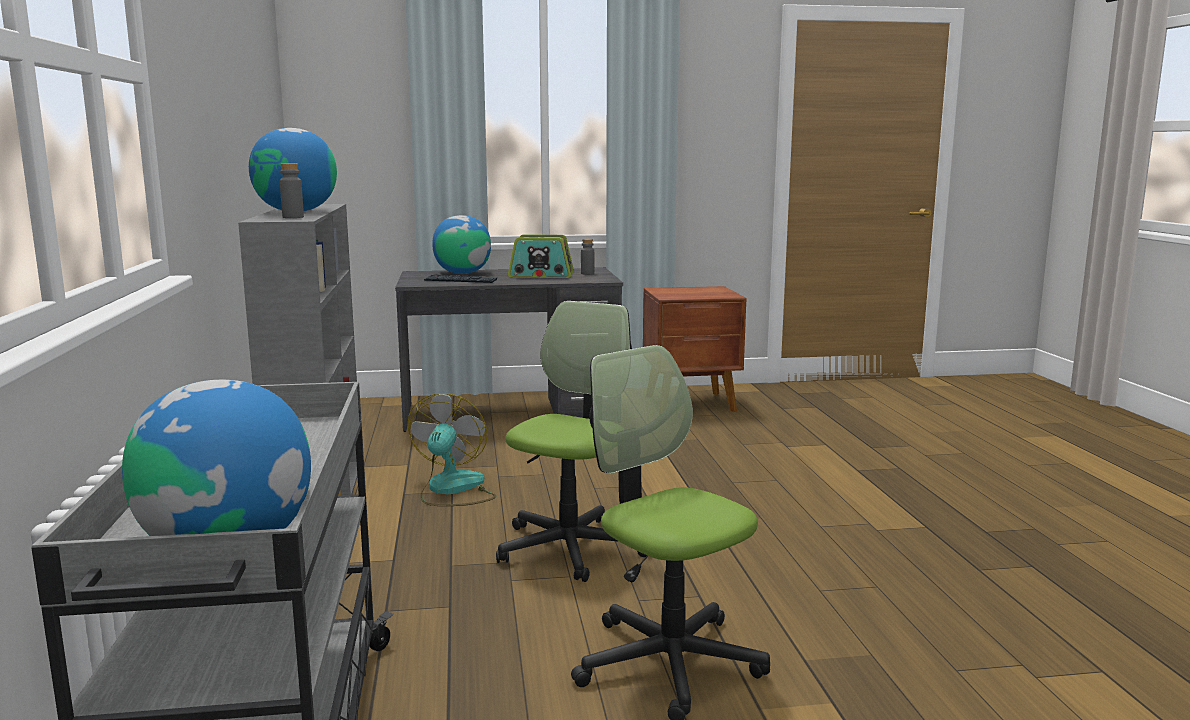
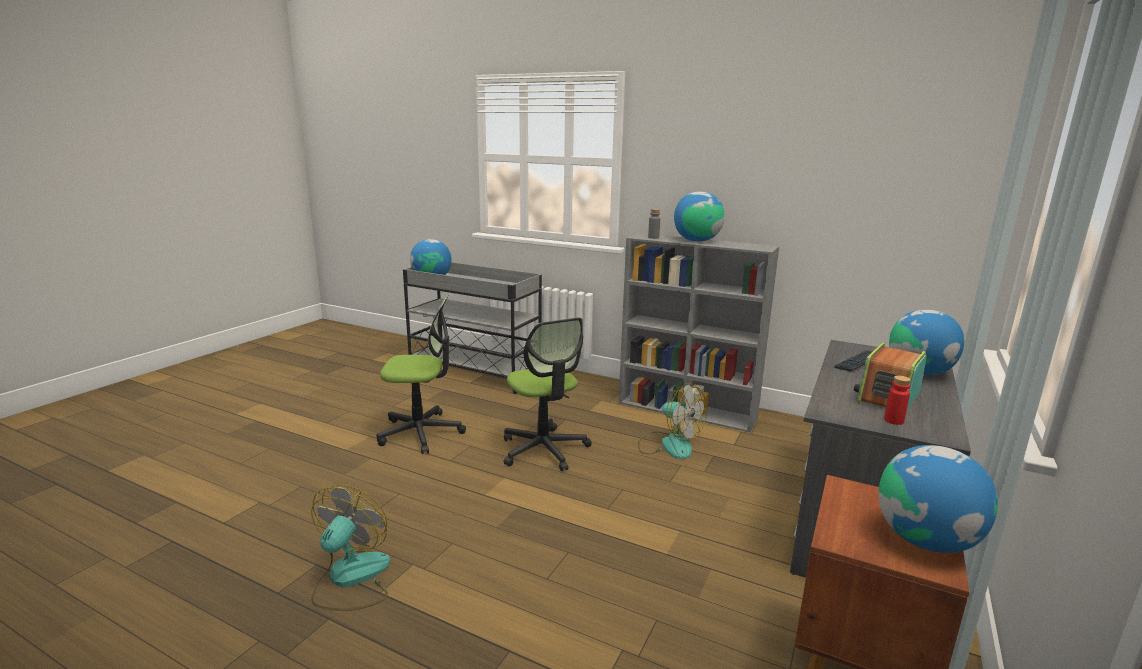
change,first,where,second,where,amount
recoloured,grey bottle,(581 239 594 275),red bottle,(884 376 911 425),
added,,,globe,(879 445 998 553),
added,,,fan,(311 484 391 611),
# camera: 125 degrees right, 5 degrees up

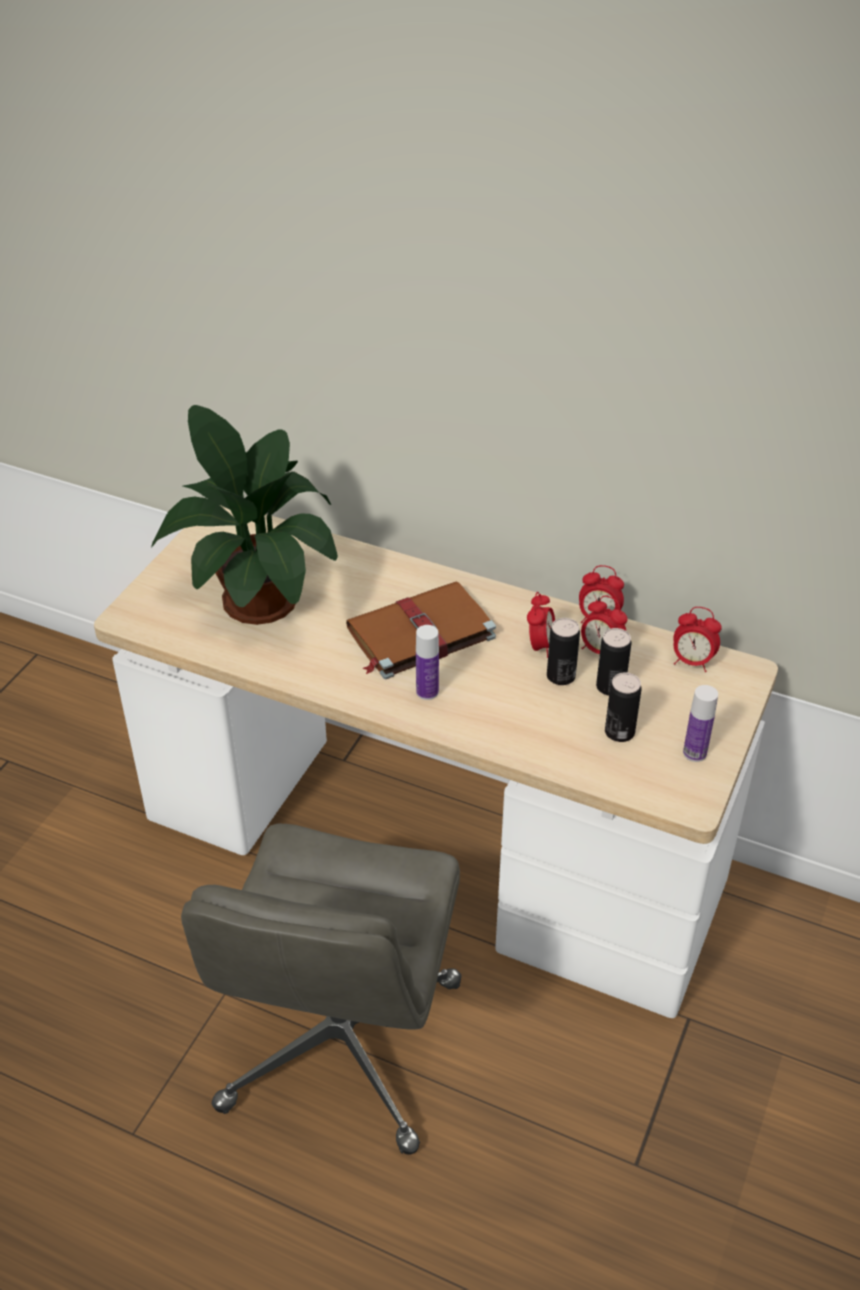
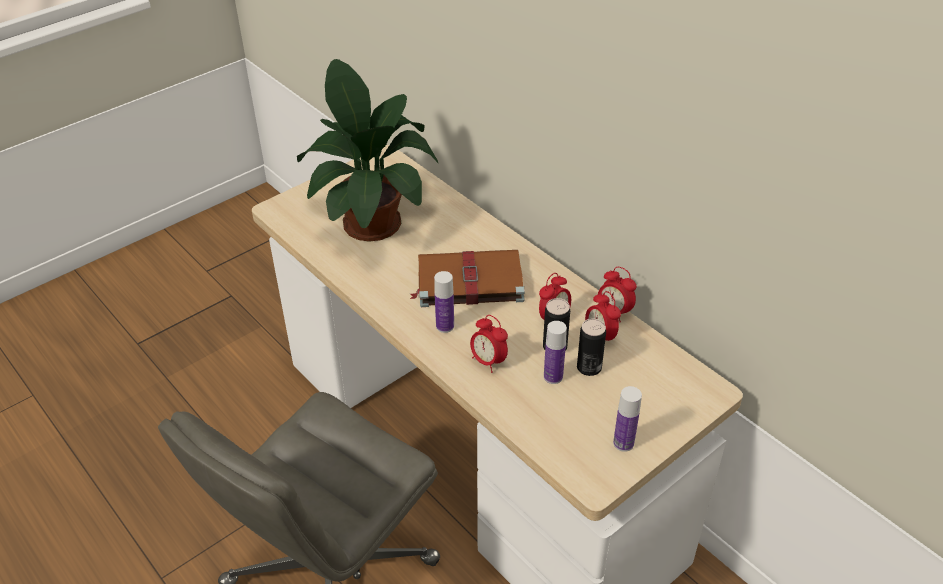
change,first,where,second,where,amount
moved,alarm clock,(673 607 722 672),,(470 315 508 373),
removed,can,(605 673 642 742),,,
added,,,bottle,(544 321 567 384),
# camera: 25 degrees right, 0 degrees up

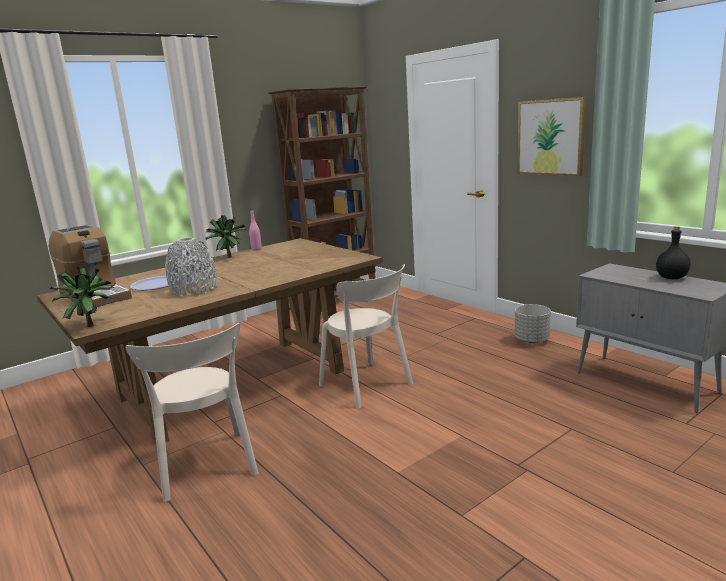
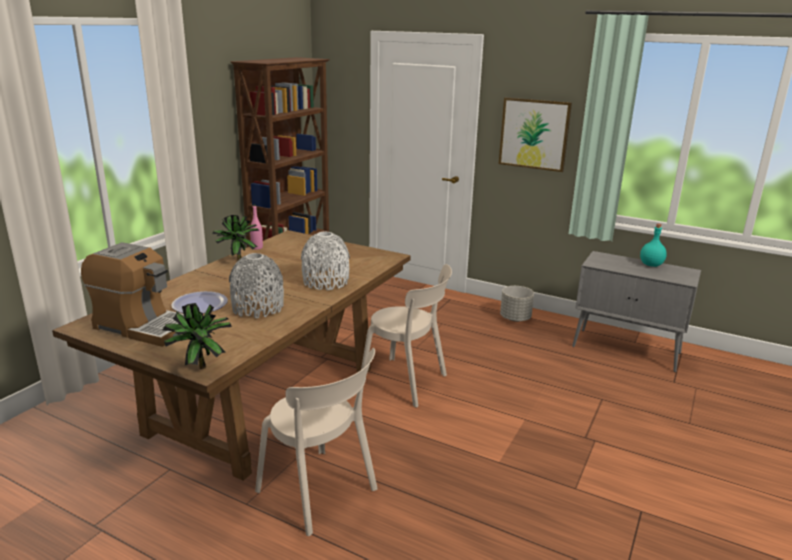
change,first,where,second,where,amount
recoloured,black bottle,(656 226 691 279),turquoise bottle,(640 224 667 267),
added,,,white vase,(301 231 350 290),
# camera: 25 degrees left, 5 degrees up

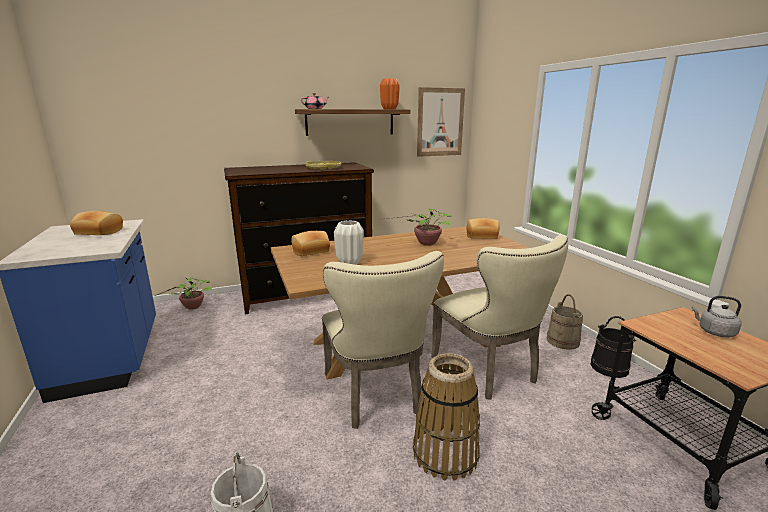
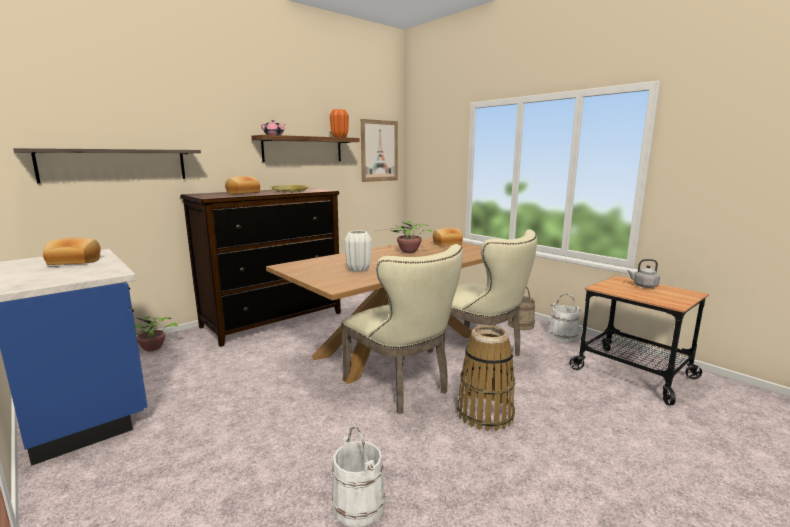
change,first,where,second,where,amount
moved,bread,(291 231 330 256),,(225 176 260 194),
recoloured,black bucket,(590 316 637 378),white bucket,(548 294 581 343),
added,,,shelf,(13 148 201 184),
# camera: 20 degrees left, 5 degrees down

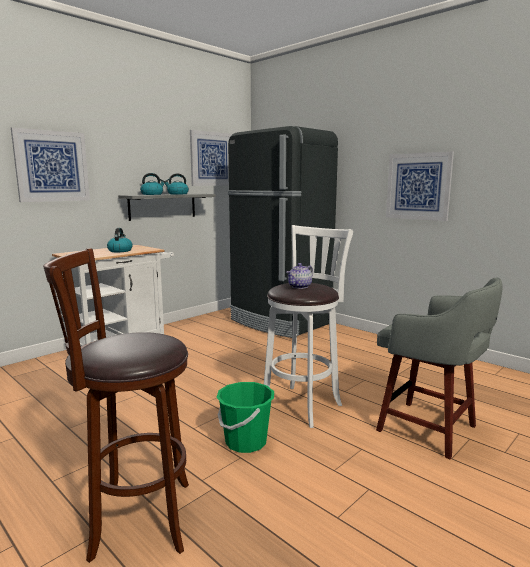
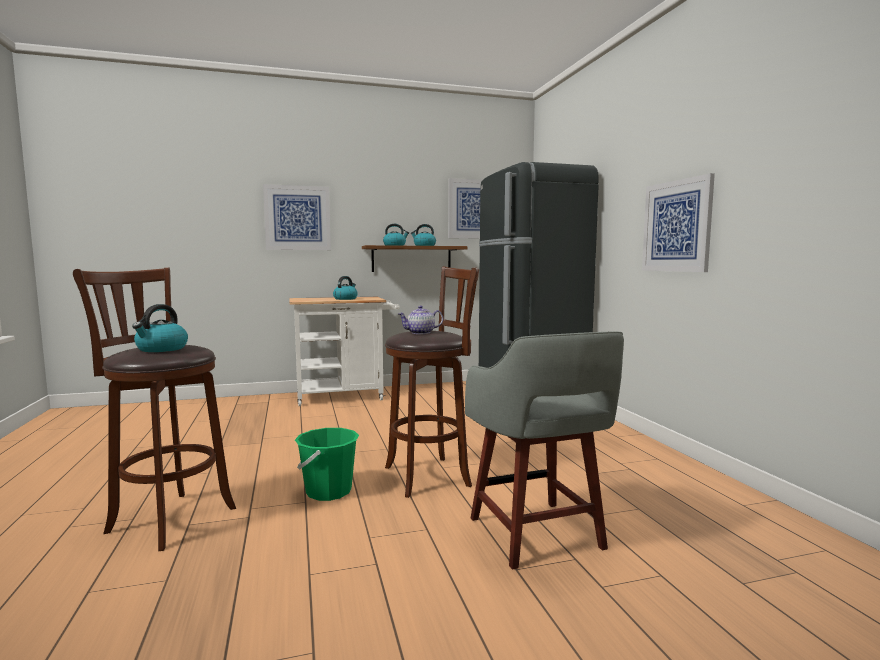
change,first,where,second,where,amount
recoloured,grey shelf,(118 194 216 221),brown shelf,(362 245 468 272),
recoloured,white stool,(264 225 353 428),brown stool,(385 267 479 498),
added,,,kettle,(132 304 188 352),
# camera: 30 degrees right, 5 degrees down

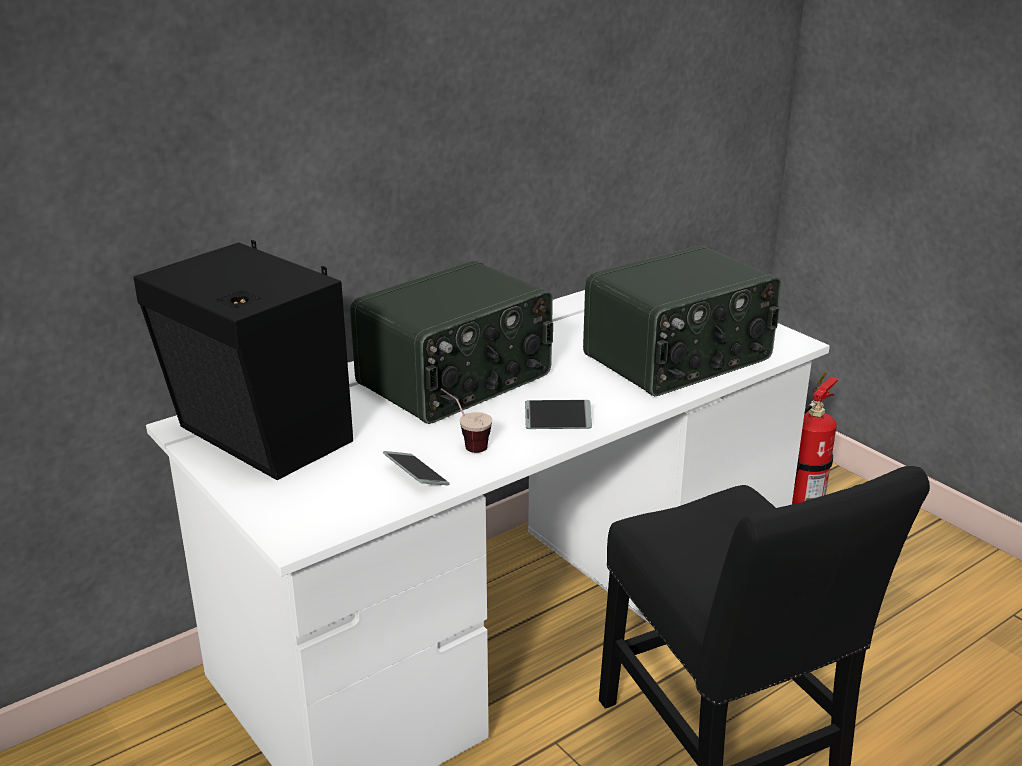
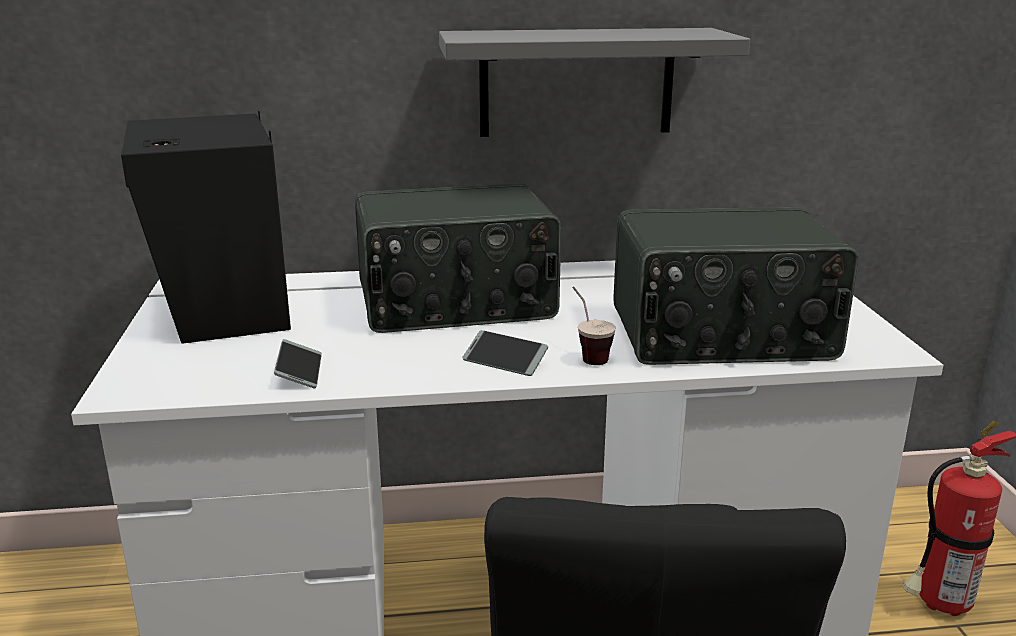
change,first,where,second,where,amount
moved,cup,(441 388 492 453),,(572 286 616 365),
added,,,grey shelf,(439 28 750 137),
# camera: 30 degrees right, 5 degrees down

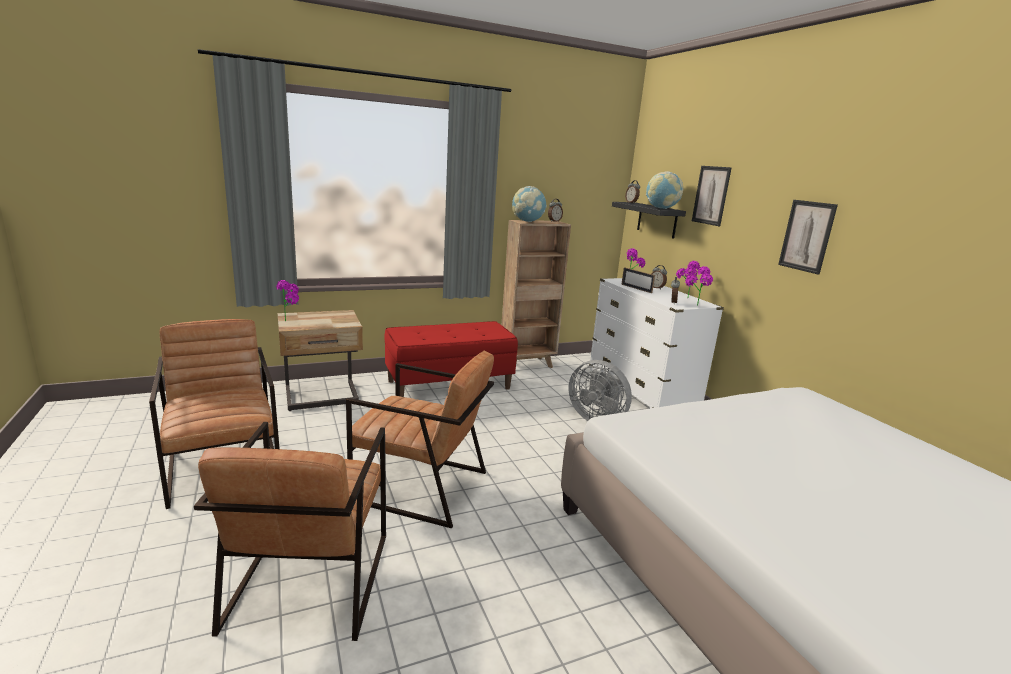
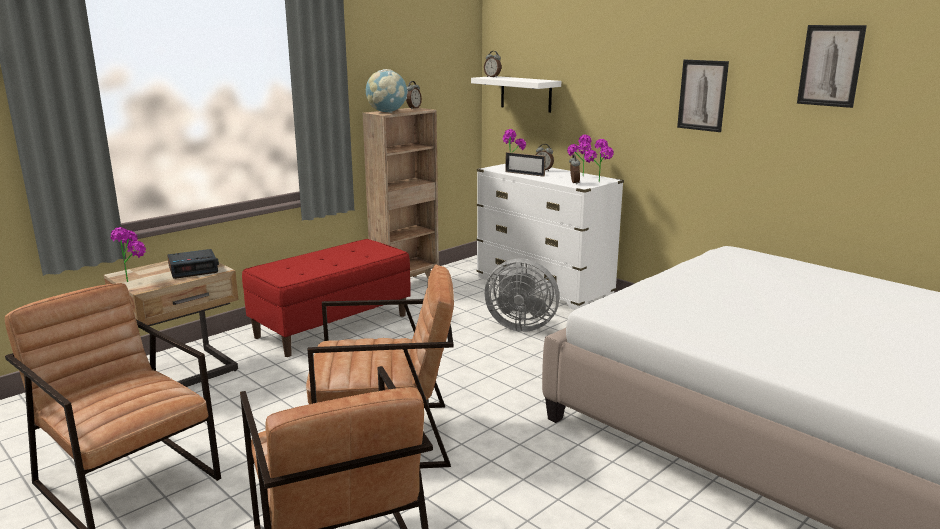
change,first,where,second,where,amount
moved,picture,(692 166 732 226),,(797 25 867 108),
removed,globe,(646 171 684 209),,,
recoloured,black shelf,(612 202 686 239),white shelf,(471 76 561 113),
added,,,alarm clock,(167 249 219 279),
# camera: 20 degrees left, 0 degrees up

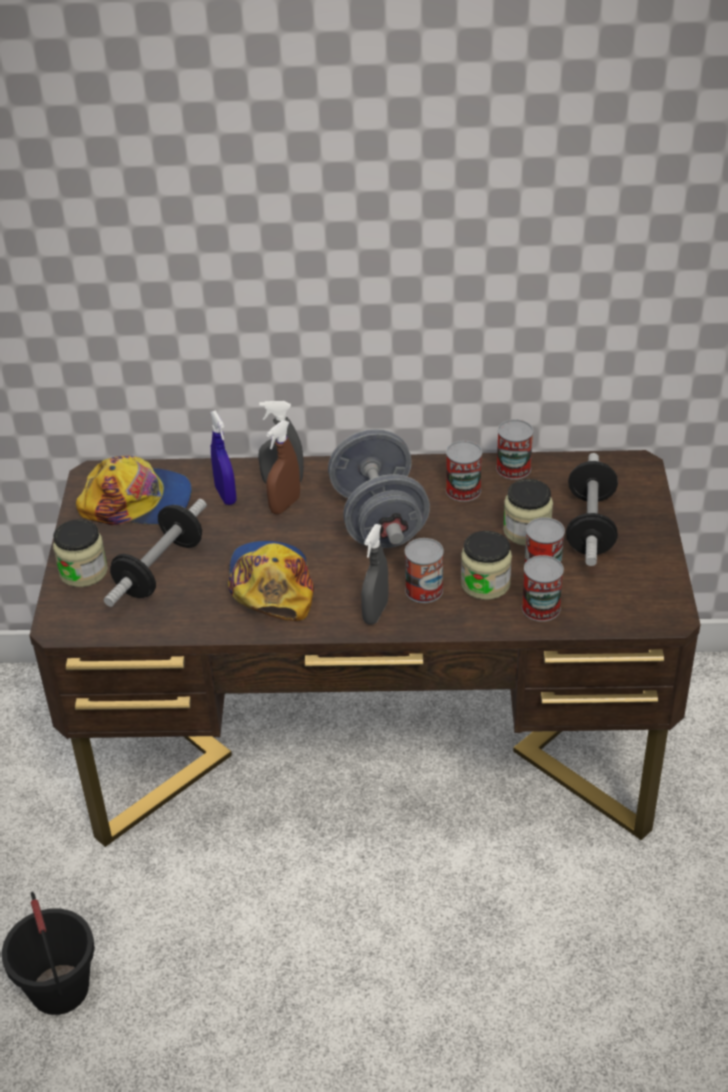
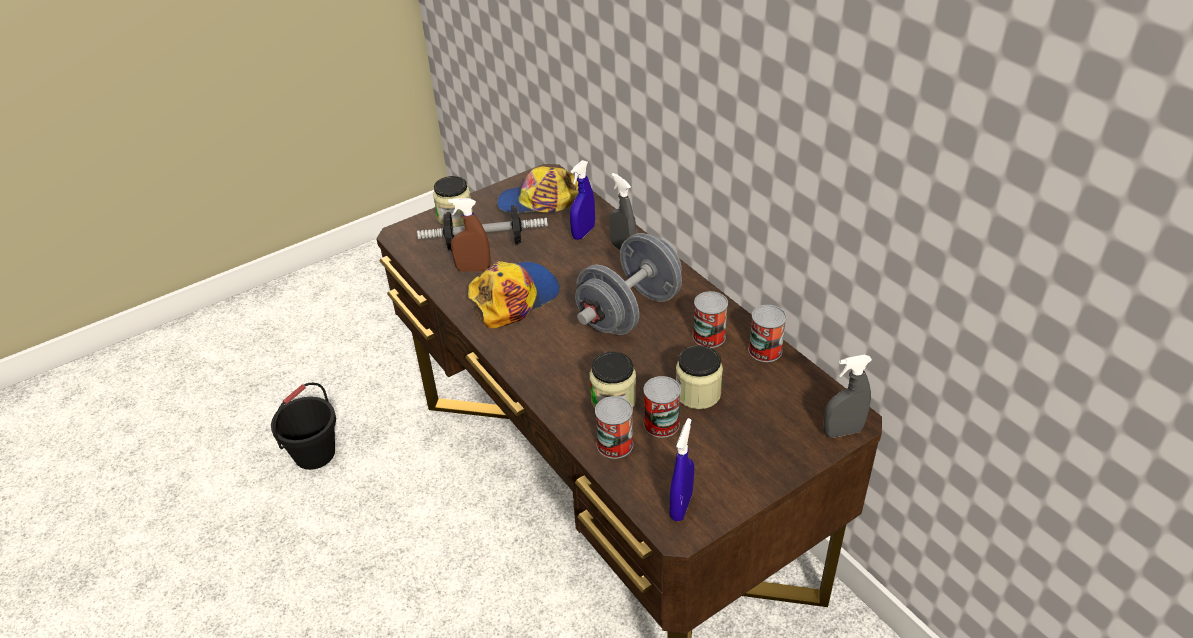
change,first,where,second,where,amount
moved,brown spray bottle,(266 420 300 514),,(448 198 491 272),
removed,dumbbell,(566 453 618 566),,,
turned,cap,(76 456 192 525),,(497 166 579 212),120 degrees clockwise
moved,grey spray bottle,(361 524 389 625),,(823 355 872 438),
removed,can,(405 538 444 603),,,
added,,,blue spray bottle,(670 418 694 521),
# camera: 55 degrees right, 0 degrees up

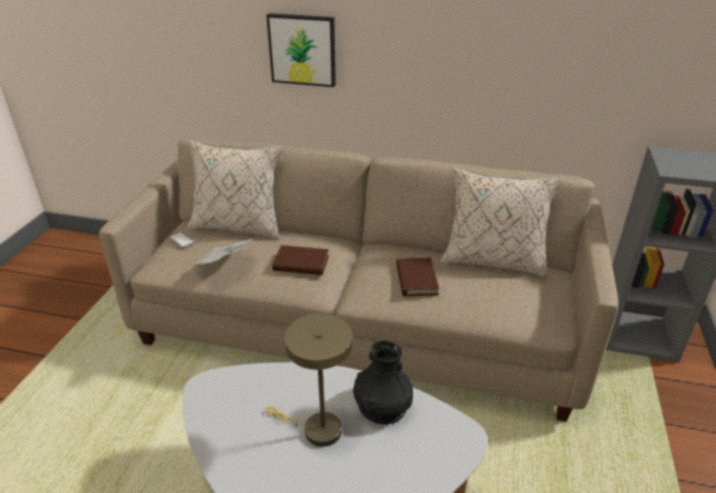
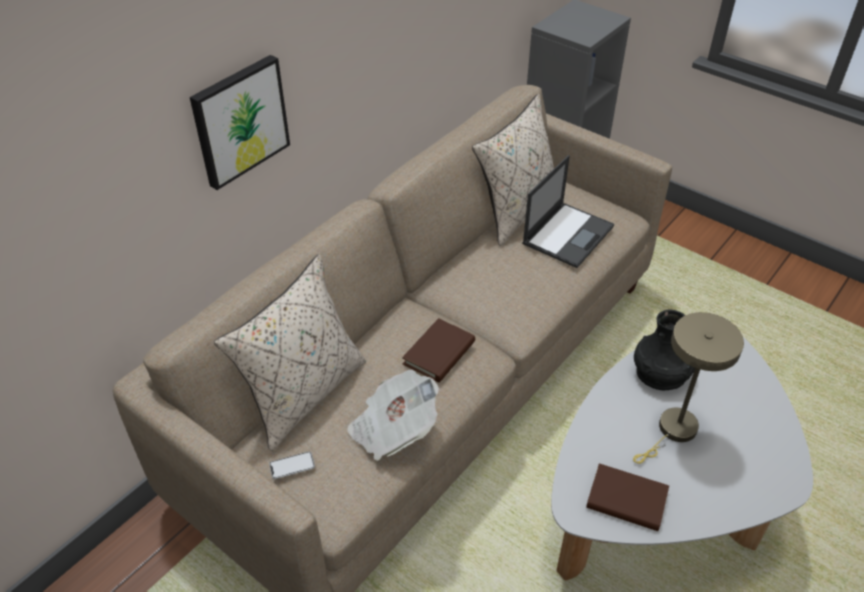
change,first,where,second,where,amount
moved,brown book,(396 258 439 296),,(586 464 669 531),
added,,,laptop,(522 155 614 268),
# camera: 65 degrees left, 10 degrees up

